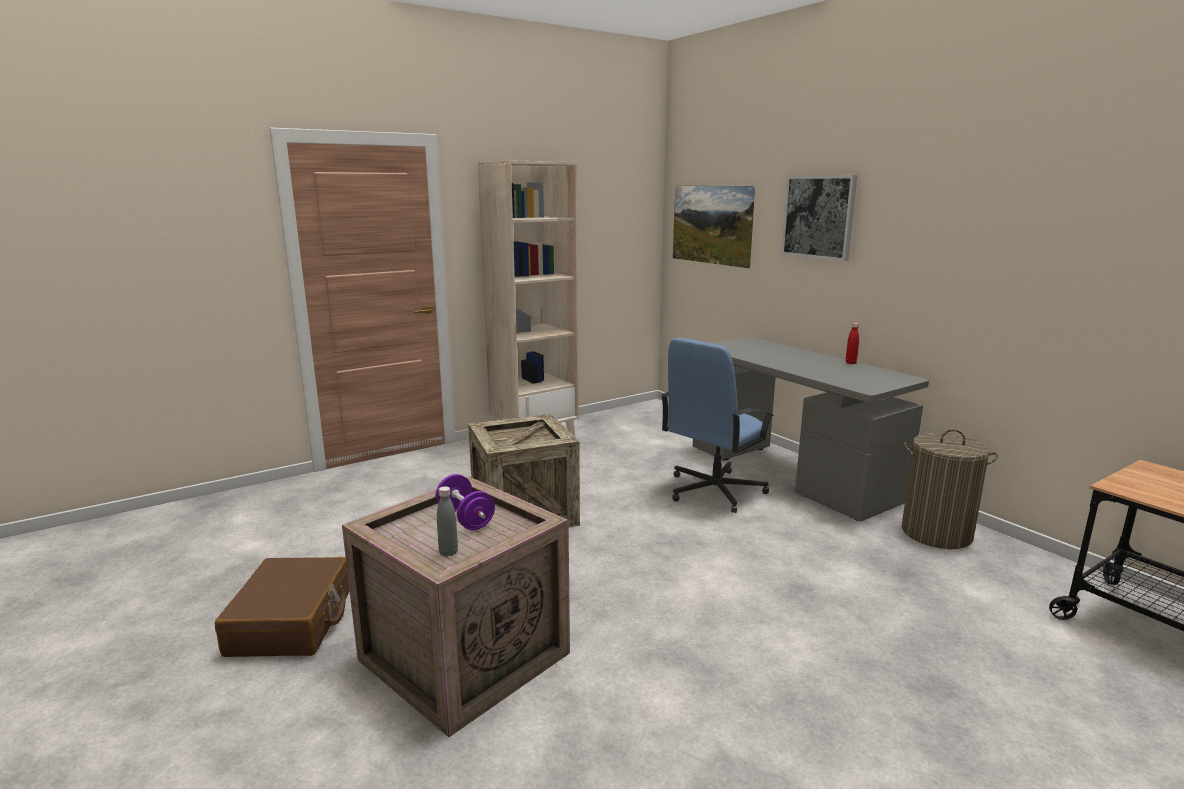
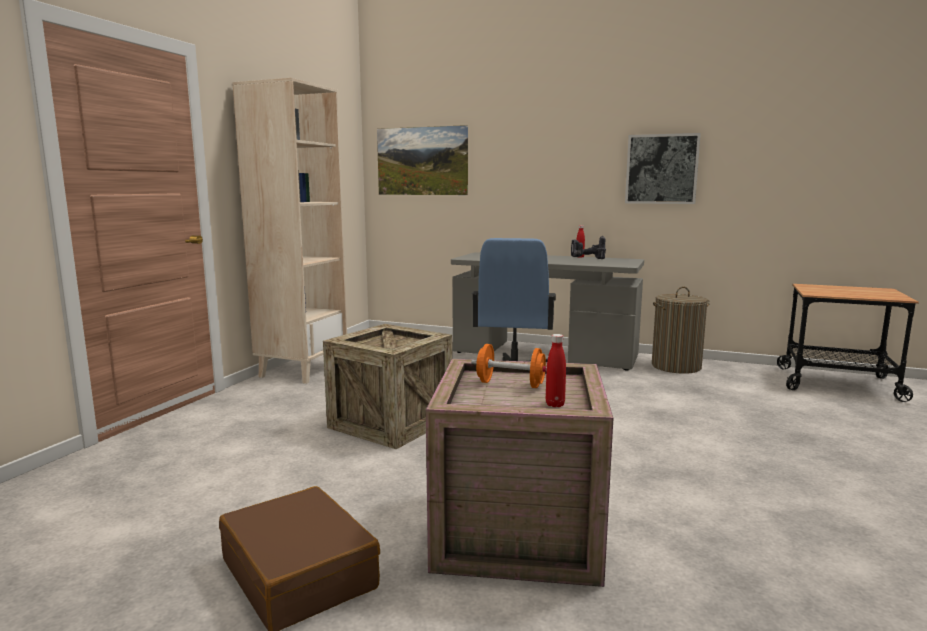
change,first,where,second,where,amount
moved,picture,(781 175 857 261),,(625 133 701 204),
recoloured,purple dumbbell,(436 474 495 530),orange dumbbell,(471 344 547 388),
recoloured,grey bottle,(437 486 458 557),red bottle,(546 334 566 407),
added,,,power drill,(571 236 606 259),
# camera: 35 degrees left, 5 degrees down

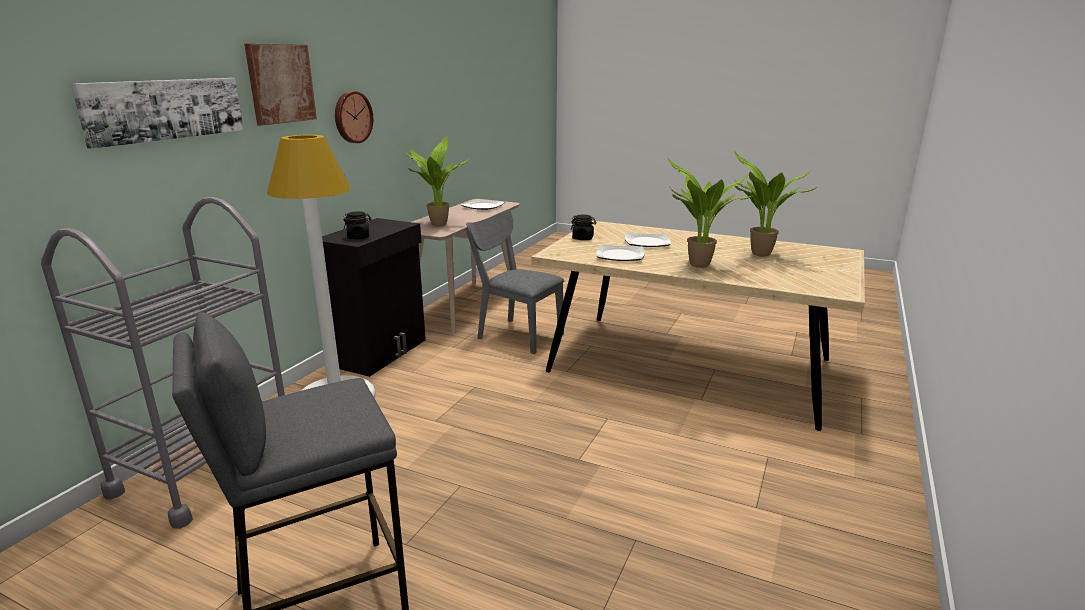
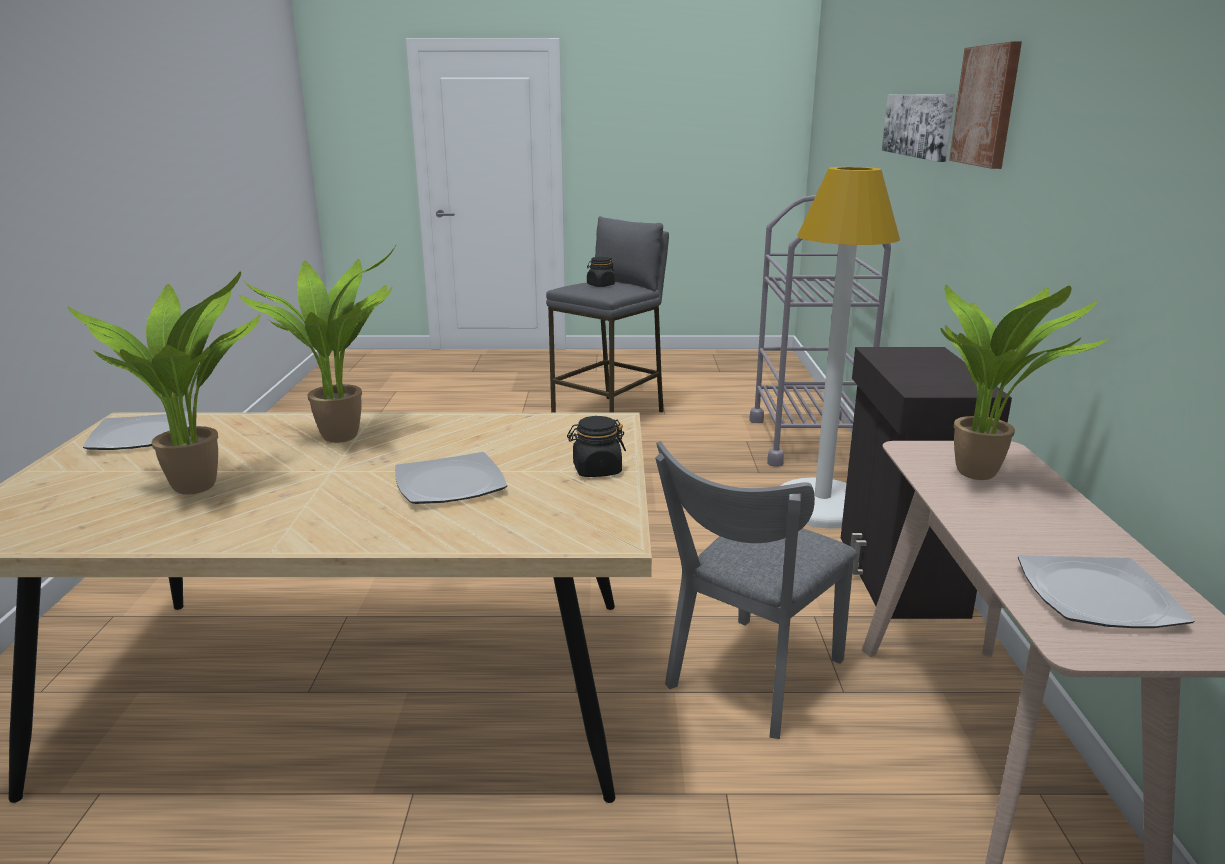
change,first,where,second,where,amount
removed,wall clock,(335 91 373 143),,,
turned,grey chair,(465 210 564 354),,(655 441 857 739),120 degrees clockwise
moved,black jar,(344 211 371 239),,(587 257 615 287),
moved,plate,(596 245 644 261),,(83 411 189 450),
# camera: 155 degrees right, 0 degrees up

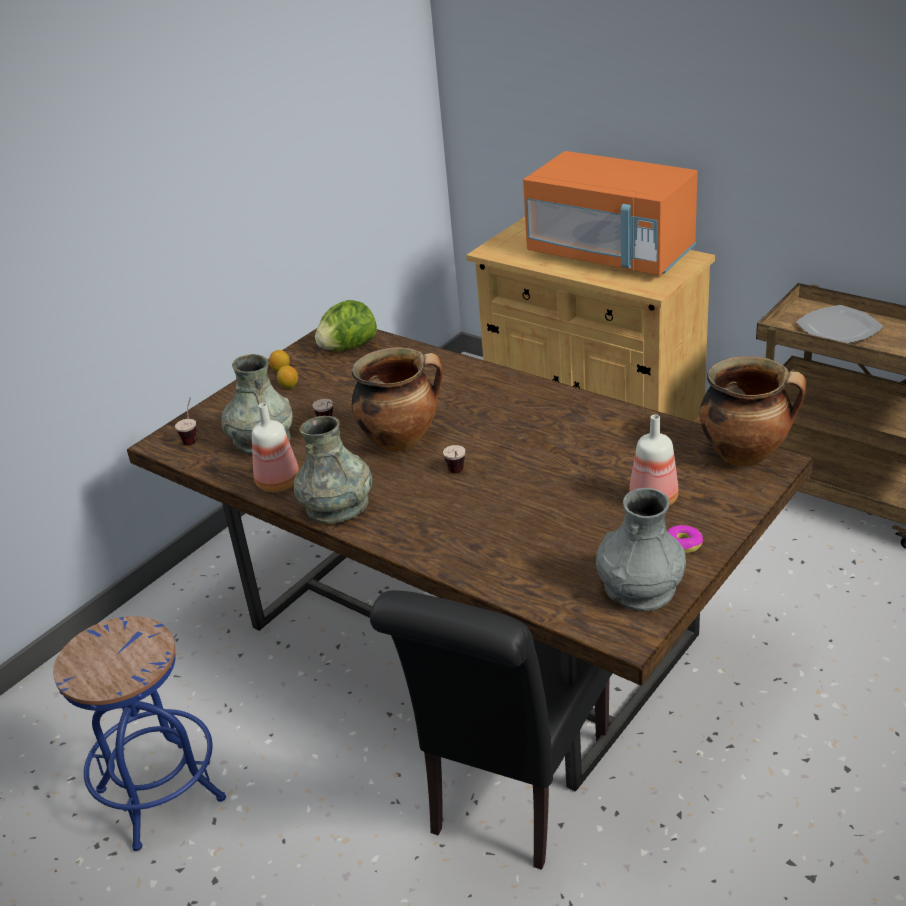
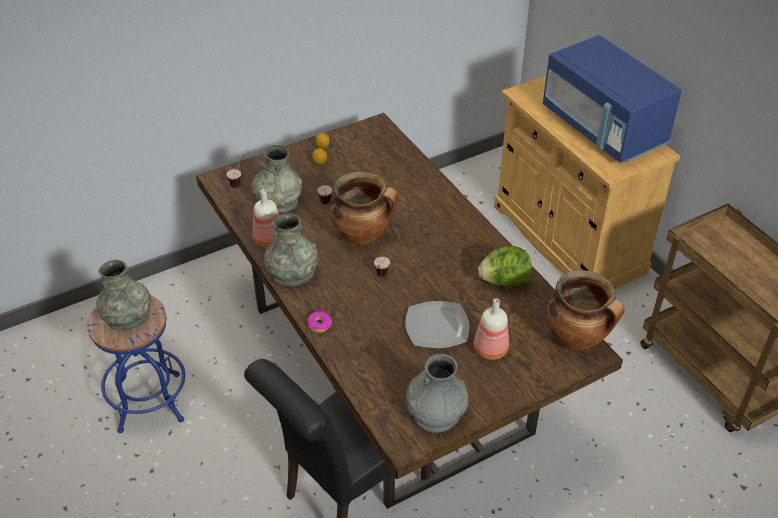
change,first,where,second,where,amount
recoloured,orange microwave,(523 151 698 275),blue microwave,(543 35 682 163),
moved,lettuce,(315 300 377 351),,(478 246 532 286),
moved,plate,(796 305 883 343),,(405 301 470 348),
moved,donut,(667 525 703 553),,(307 311 332 333),
added,,,grey vase,(96 260 152 331),
# camera: 20 degrees right, 10 degrees up

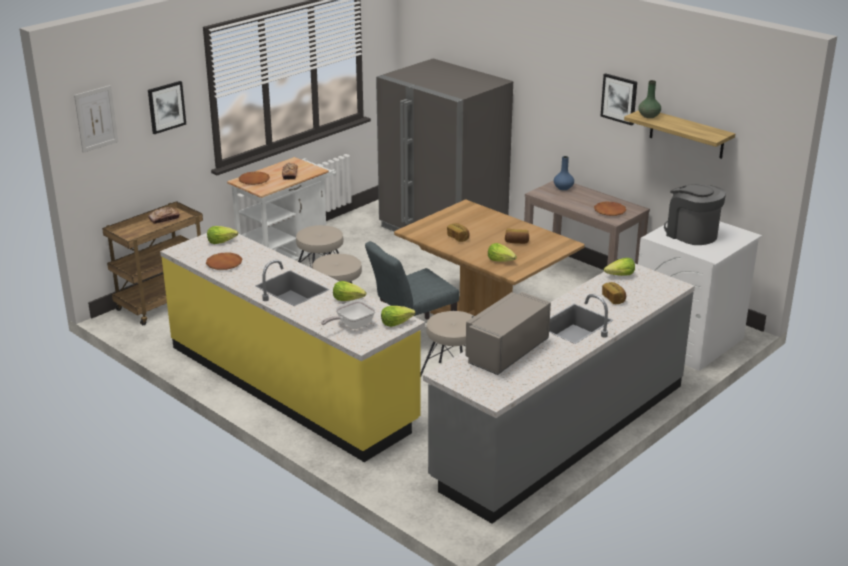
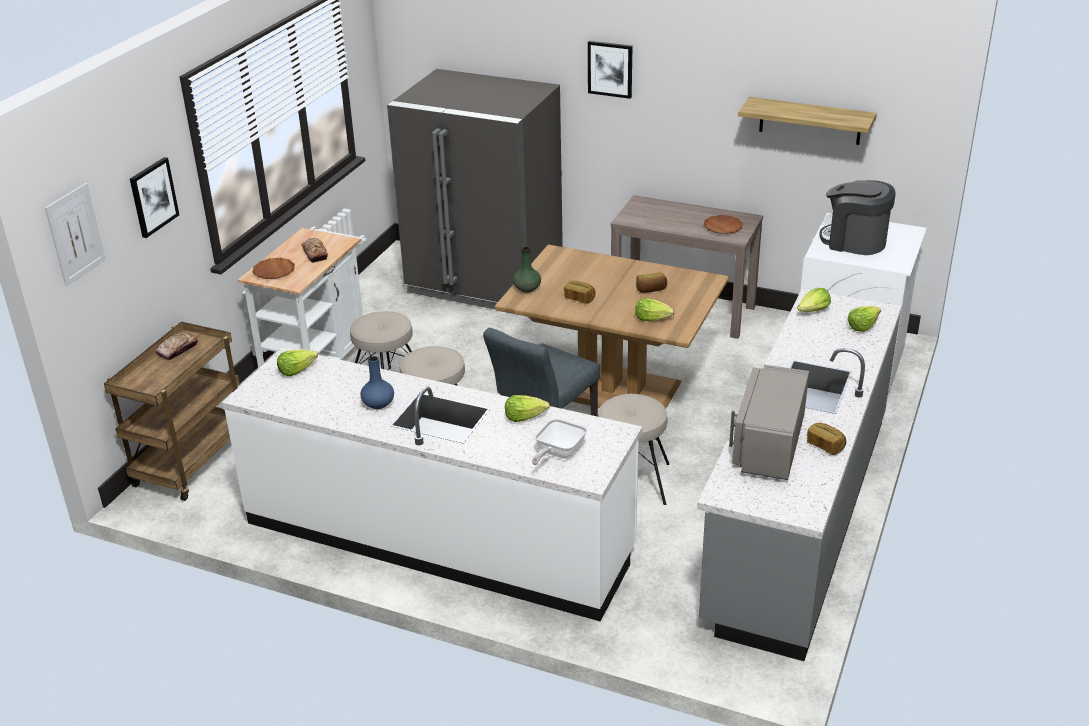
change,first,where,second,where,amount
moved,picture,(600 73 637 126),,(588 41 633 99),
moved,green vase,(638 80 661 118),,(513 246 541 293),
moved,blue vase,(554 156 574 190),,(361 356 394 409),
recoloured,yellow counter,(160 226 425 462),white counter,(222 347 642 622),
removed,brown plate,(206 253 242 270),,,
moved,bread,(602 282 626 304),,(807 423 846 455),
moved,lettuce,(381 306 415 327),,(847 306 881 332),
# camera: 20 degrees left, 5 degrees up

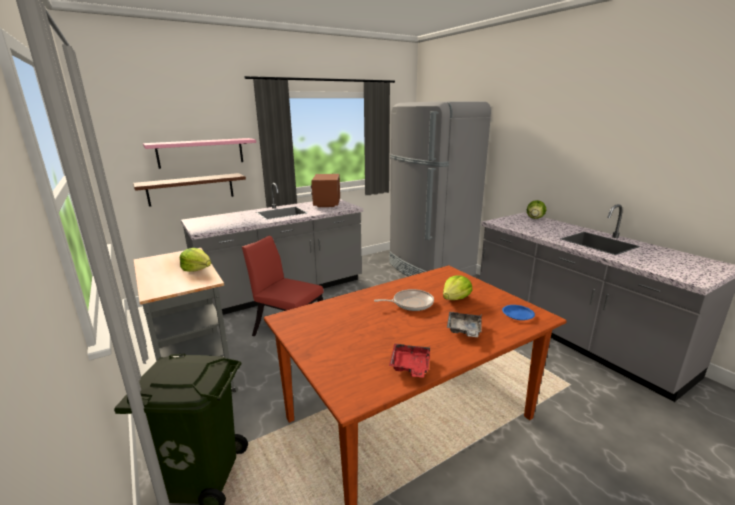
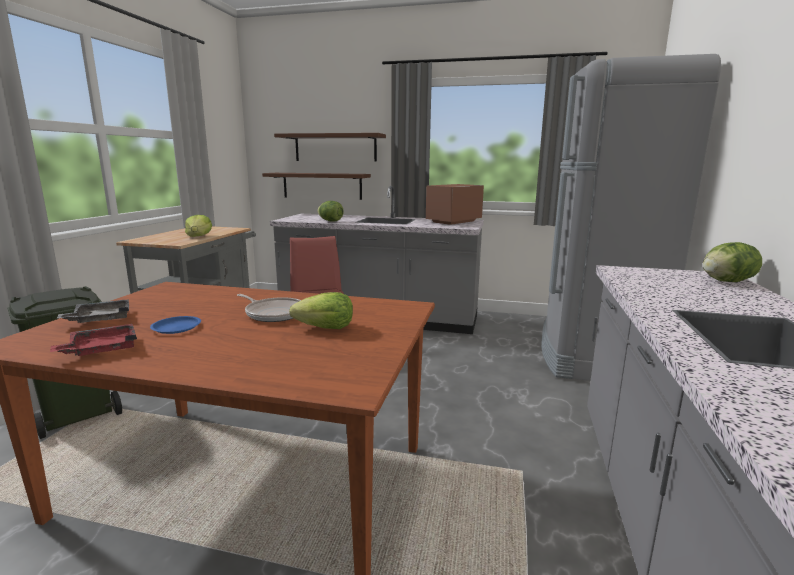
change,first,where,second,where,amount
recoloured,pink shelf,(143 138 256 169),brown shelf,(274 133 386 162),
moved,blue plate,(502 305 535 320),,(150 316 201 334),
moved,grey tray,(447 312 482 337),,(57 299 129 323),
added,,,lettuce,(317 201 344 222),
# camera: 45 degrees right, 5 degrees down

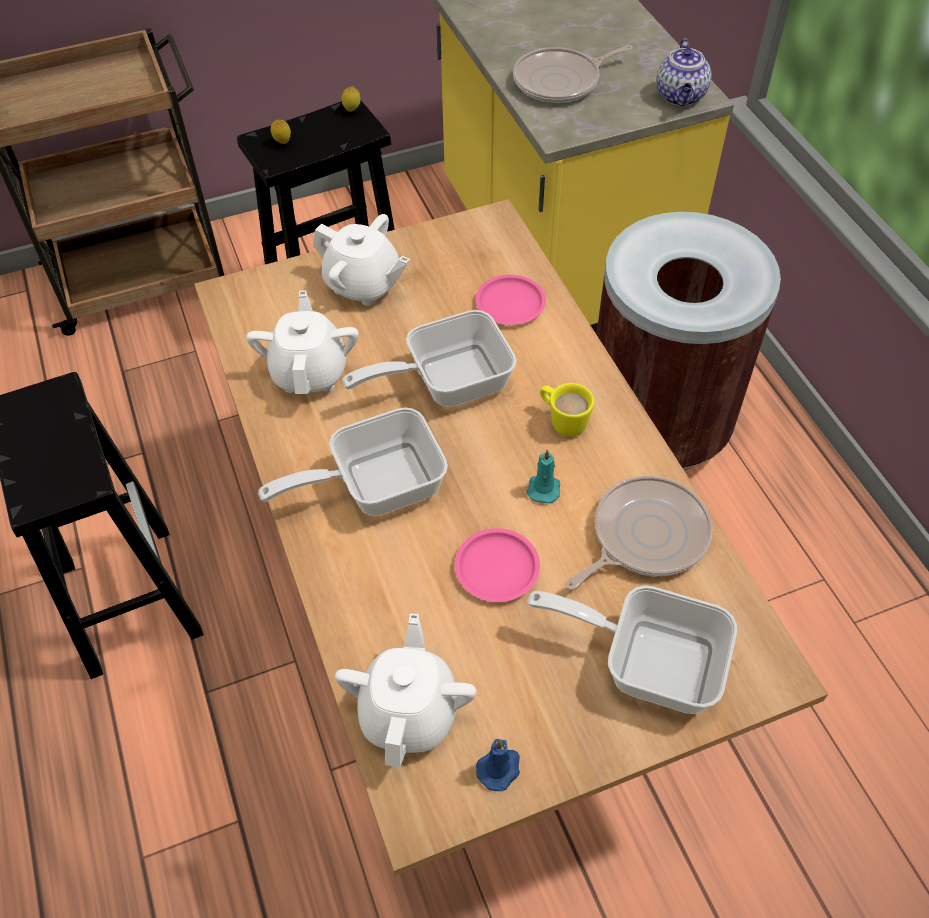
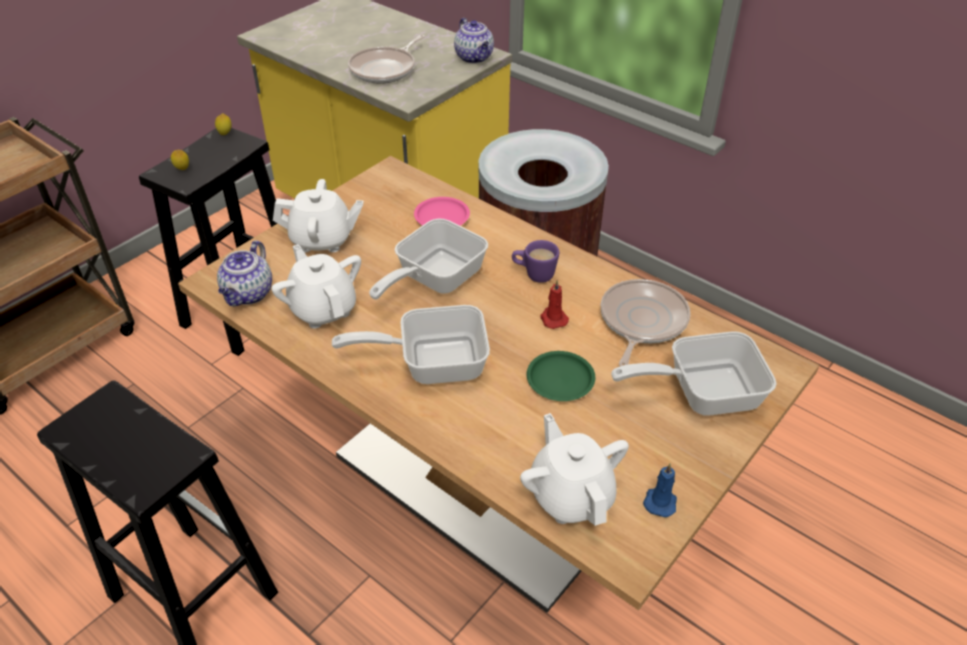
change,first,where,second,where,amount
recoloured,yellow mug,(540 383 594 437),purple mug,(512 240 559 283),
turned,frying pan,(258 407 448 516),,(332 305 490 384),45 degrees clockwise
recoloured,turquoise candle,(526 449 560 503),red candle,(540 280 569 329),
recoloured,pink plate,(455 528 540 602),green plate,(527 351 595 401),
added,,,teapot,(217 240 272 306),
# camera: 30 degrees left, 10 degrees down

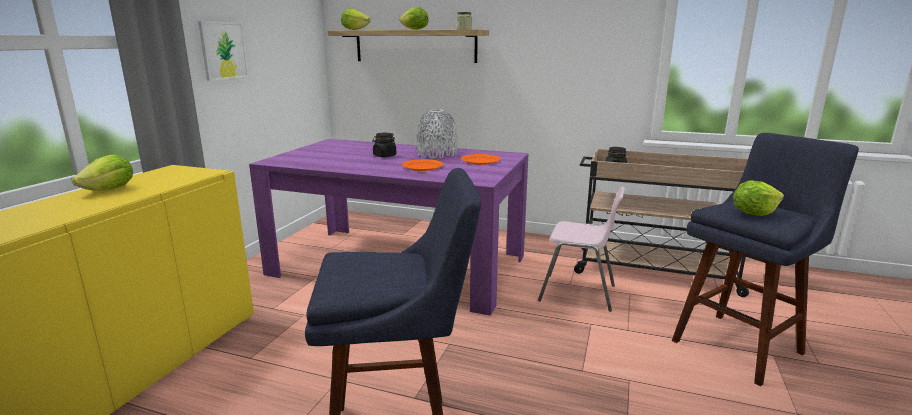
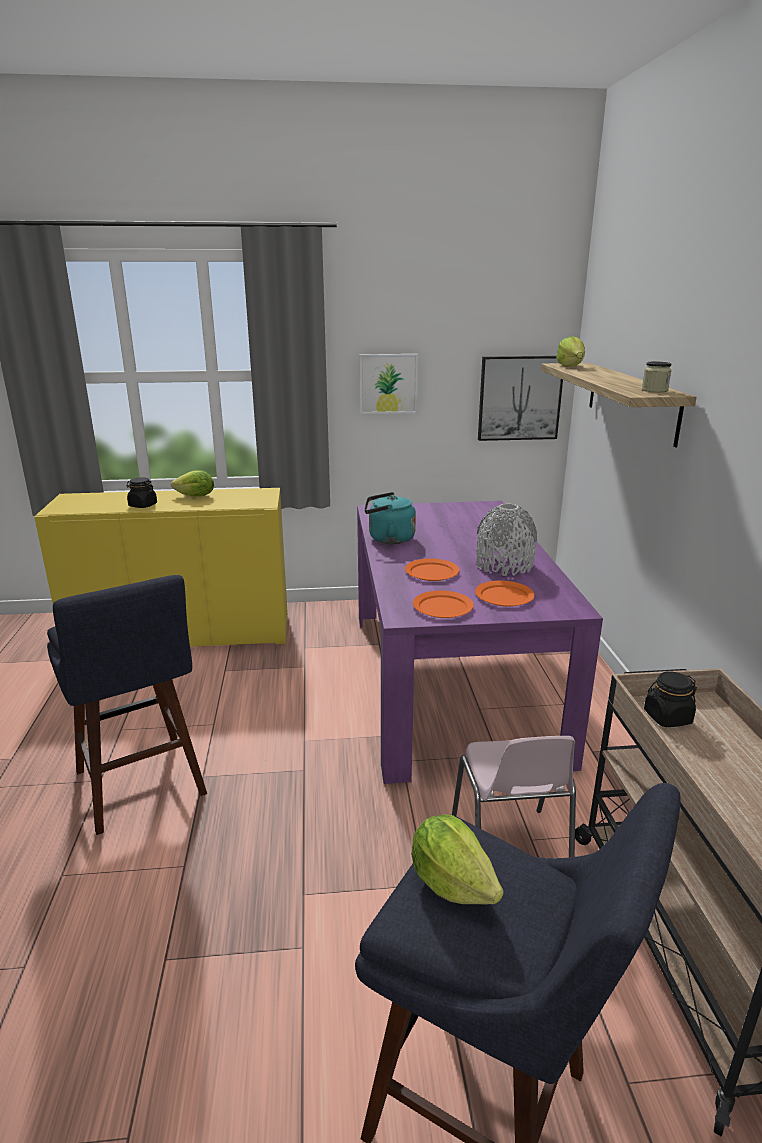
change,first,where,second,where,amount
removed,lettuce,(399 7 429 30),,,
moved,black jar,(373 133 396 157),,(127 477 157 508),
added,,,picture,(478 356 563 441),
added,,,turquoise kettle,(364 492 416 544),
added,,,orange plate,(413 591 474 618),
# camera: 65 degrees right, 5 degrees up

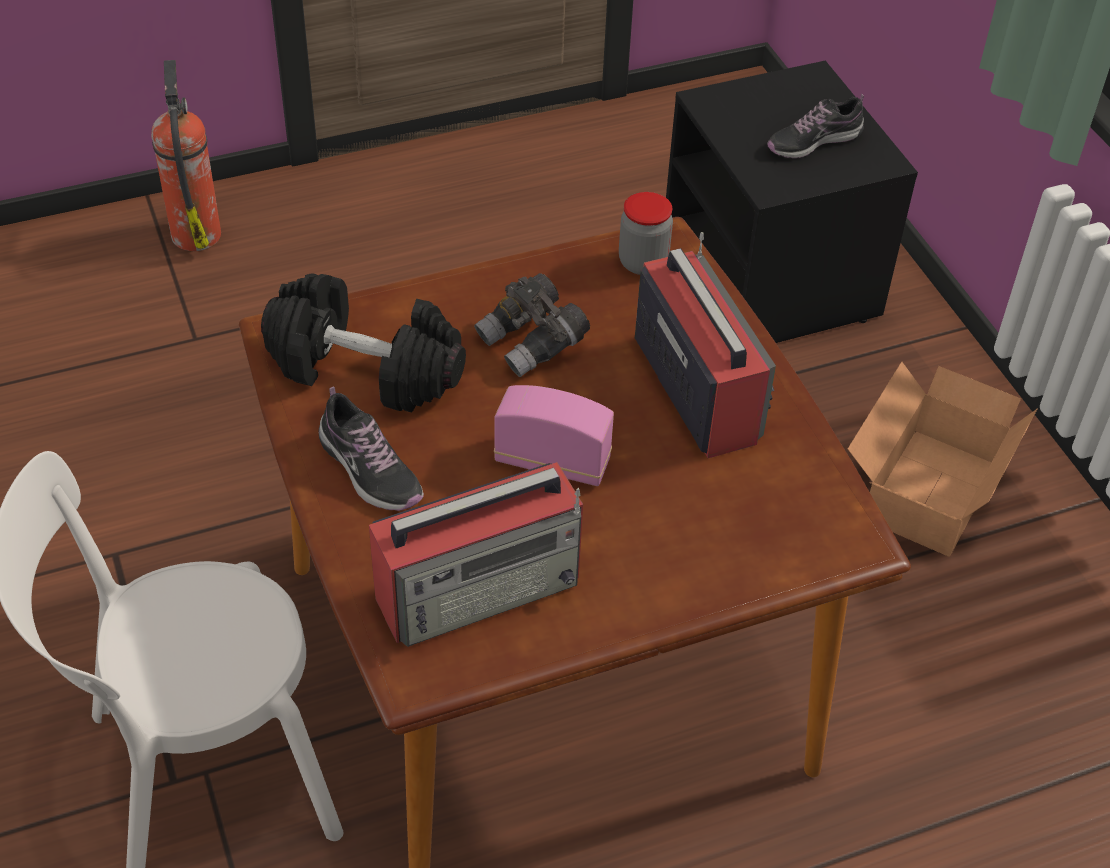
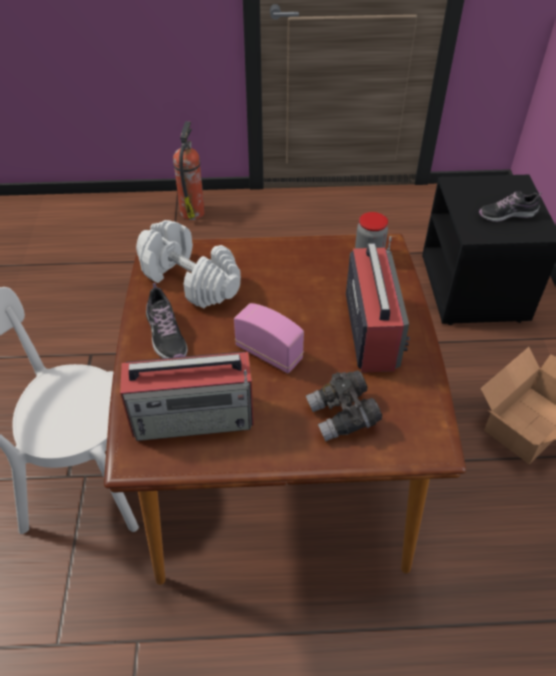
change,first,where,second,where,amount
recoloured,black dumbbell,(261 273 466 412),white dumbbell,(136 220 241 308),
moved,grey binoculars,(474 273 590 377),,(306 370 383 442),
# camera: 20 degrees right, 0 degrees up

